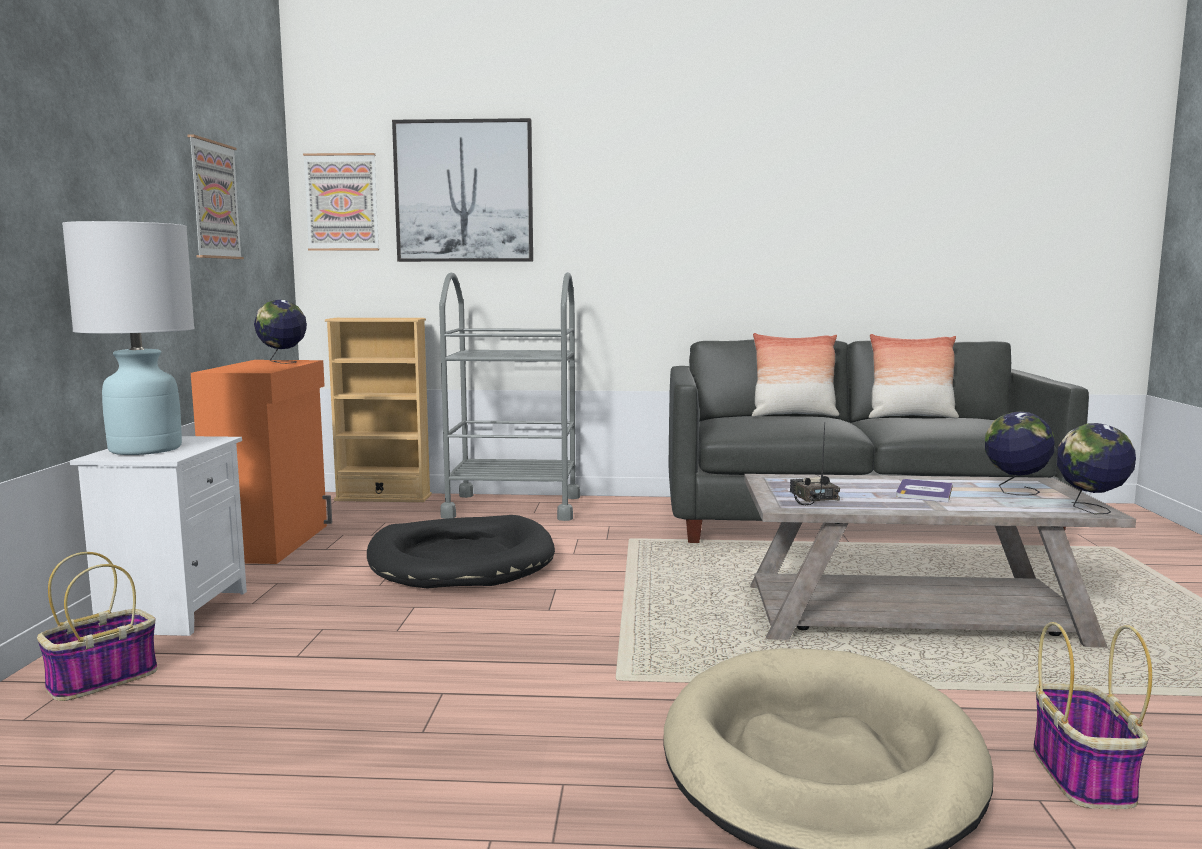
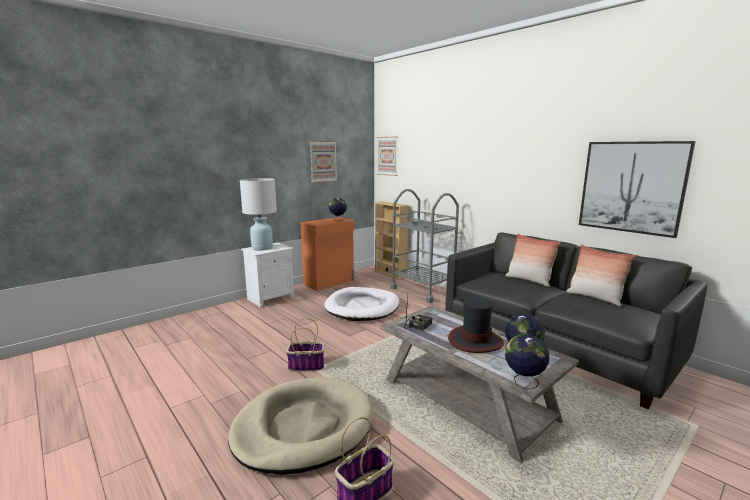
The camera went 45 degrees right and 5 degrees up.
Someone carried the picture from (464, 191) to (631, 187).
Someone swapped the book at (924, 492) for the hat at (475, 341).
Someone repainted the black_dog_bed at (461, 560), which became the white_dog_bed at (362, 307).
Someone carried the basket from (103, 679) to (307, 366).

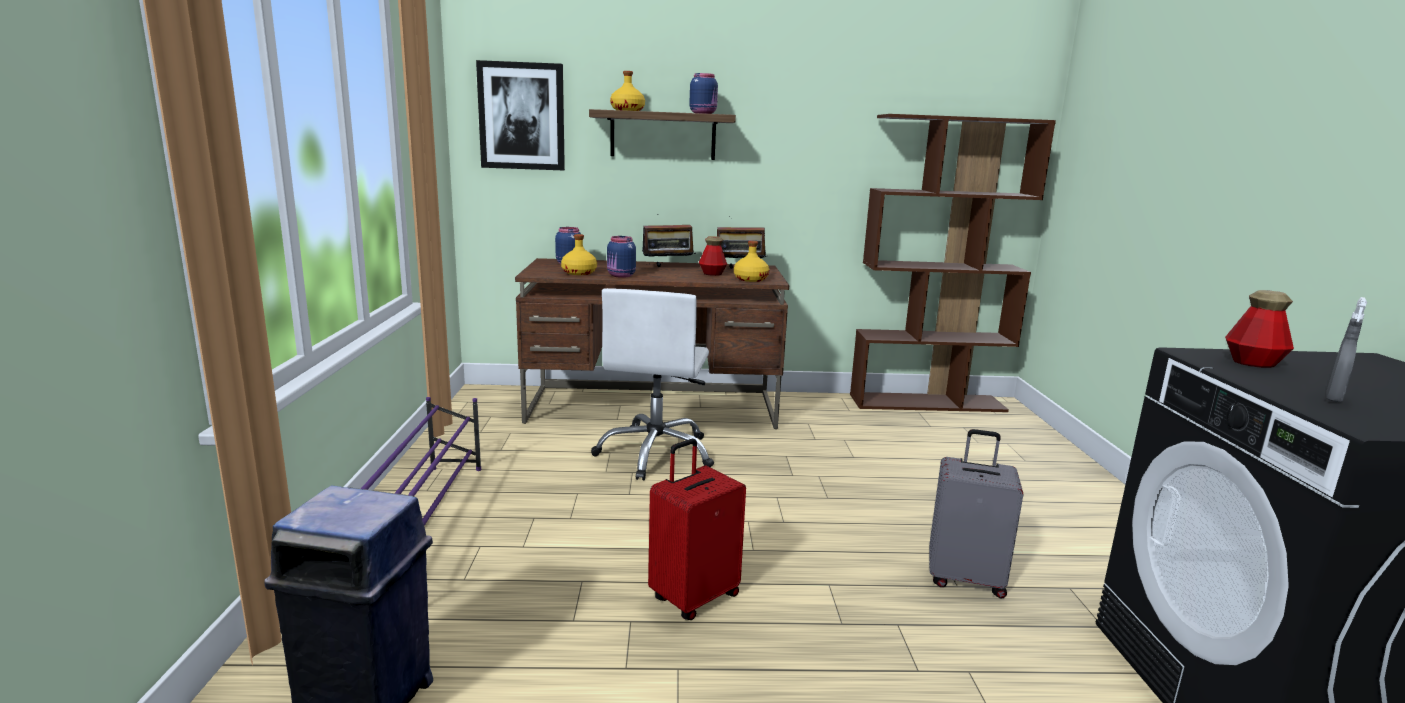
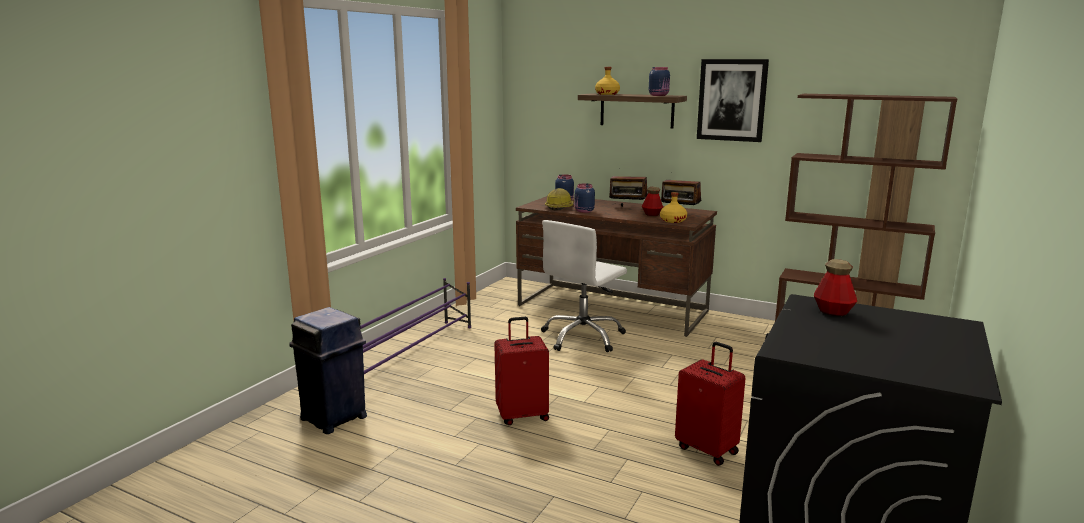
The camera went 30 degrees right and 0 degrees up.
Someone carried the picture from (522, 116) to (732, 100).
Someone swapped the yellow_bottle at (579, 273) for the hard_hat at (559, 207).
Someone took away the grey_spray_bottle at (1333, 398).
Someone repainted the grey_suitcase at (965, 578), which became the red_suitcase at (707, 449).

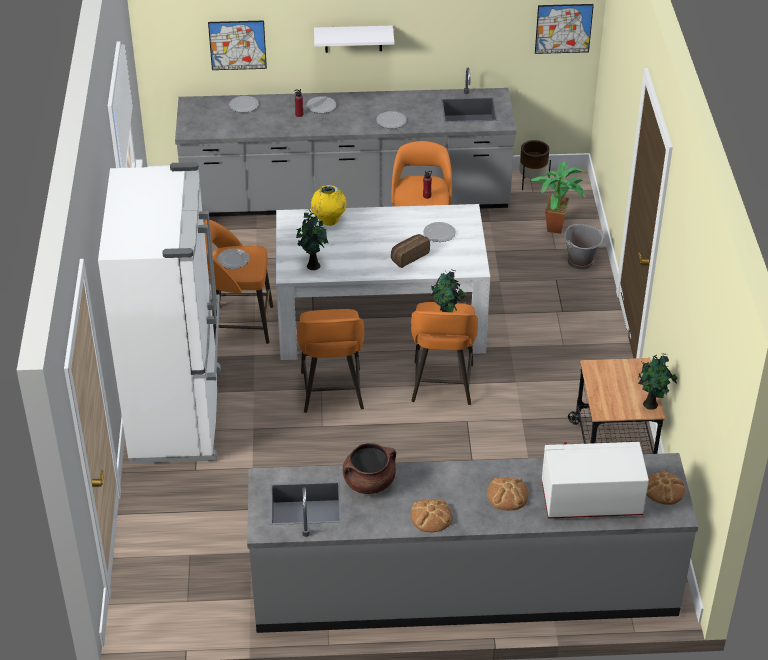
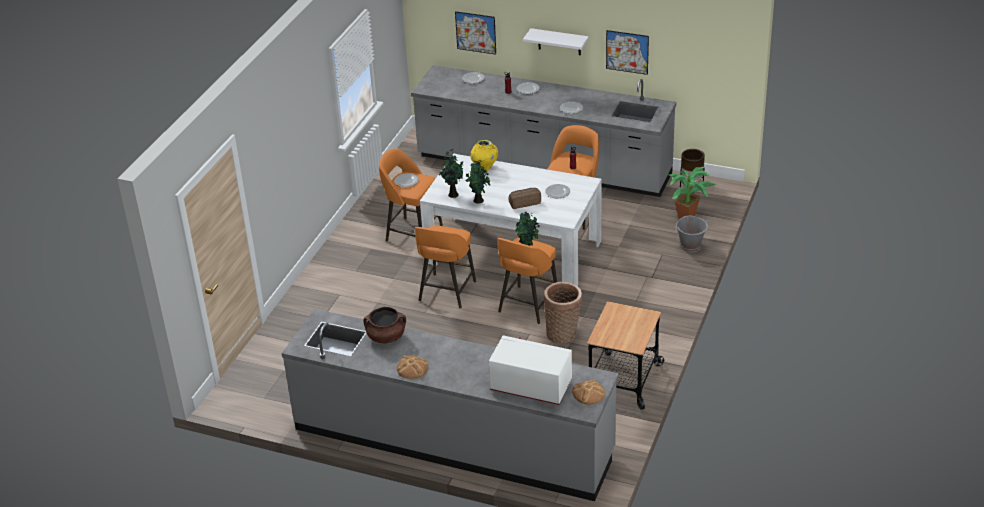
The camera went 25 degrees right and 5 degrees down.
Someone carried the picture from (563, 28) to (627, 52).
Someone took away the white_fridge at (179, 414).
Someone carried the potted_plant from (652, 404) to (479, 201).
Someone took away the bread at (507, 495).
Someone put down the basket at (563, 334).

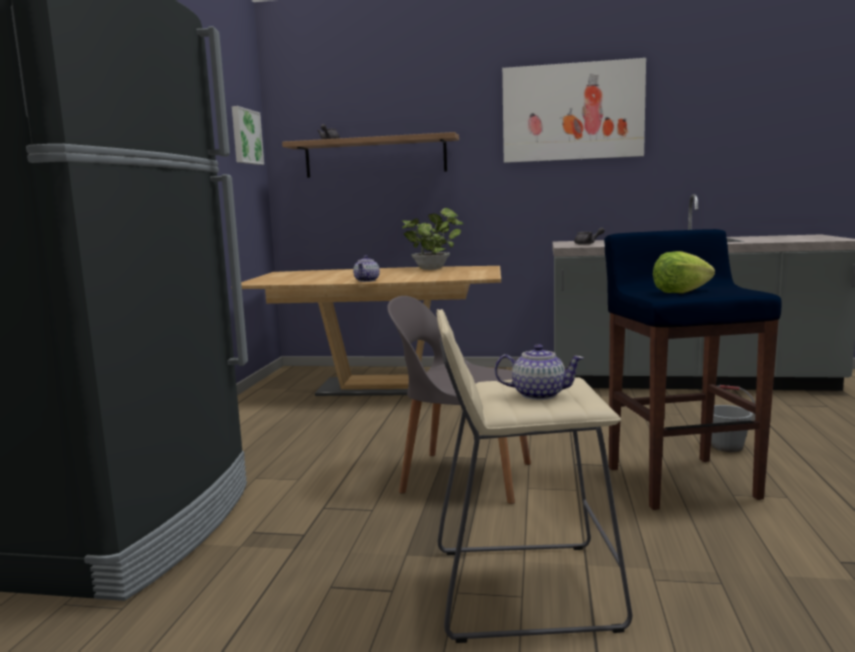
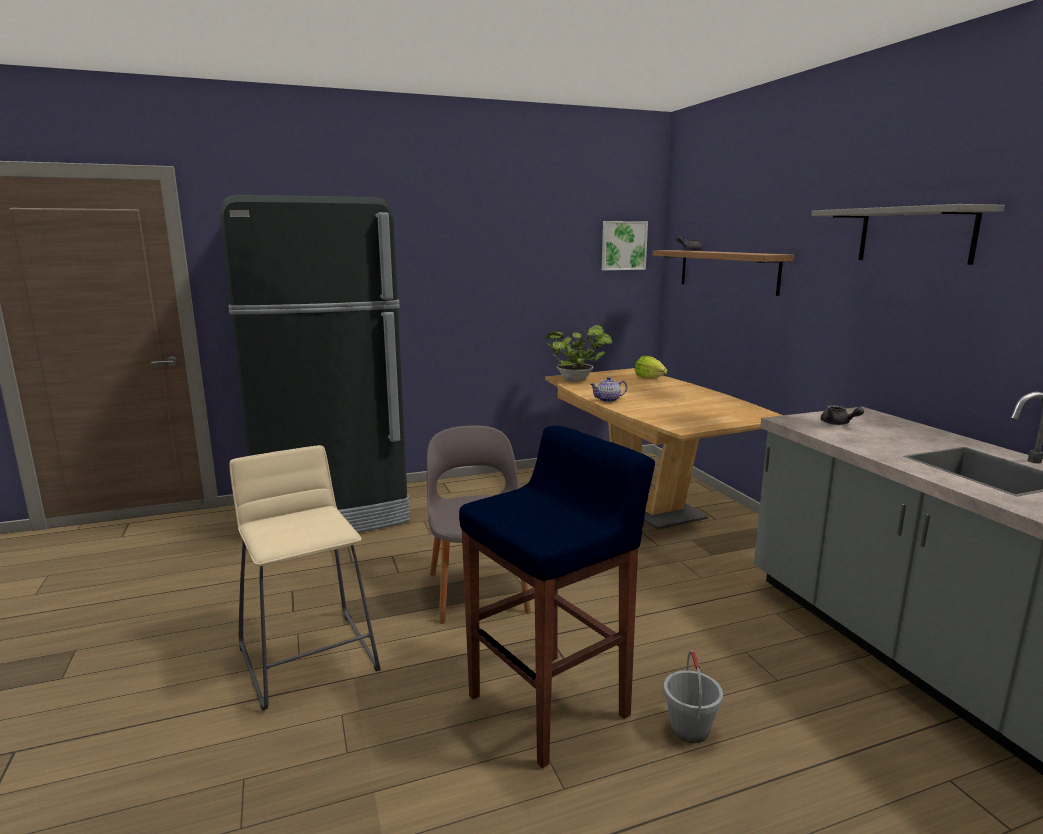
The camera went 60 degrees right and 5 degrees up.
Someone swapped the picture at (572, 112) for the grey_shelf at (915, 235).
Someone carried the potted_plant from (433, 268) to (577, 380).
Someone carried the lettuce from (680, 292) to (649, 378).
Someone took away the teapot at (538, 394).

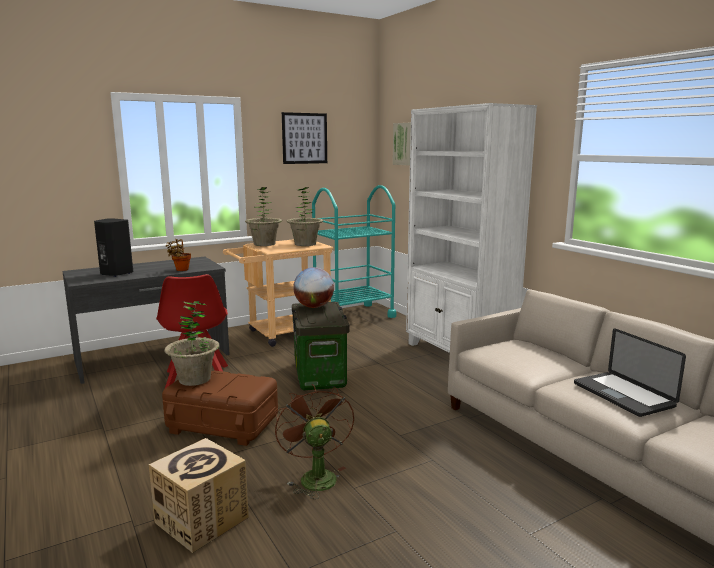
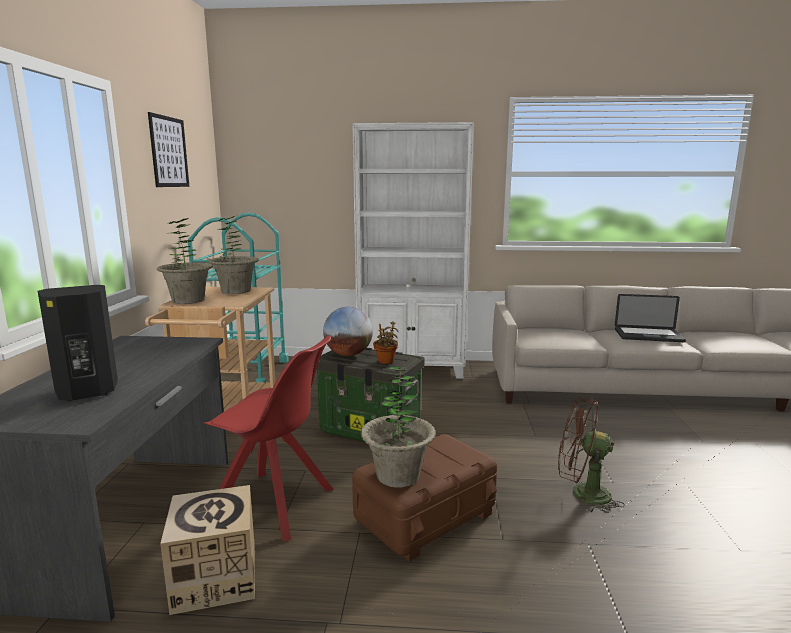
The camera went 55 degrees left and 0 degrees up.
Someone took away the picture at (404, 144).
Someone carried the potted_plant from (181, 270) to (386, 362).
Someone carried the cardboard_box from (201, 520) to (215, 578).

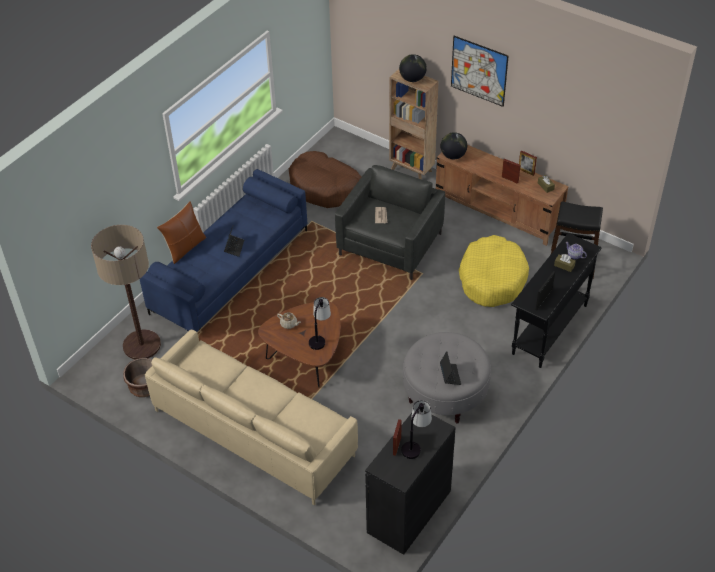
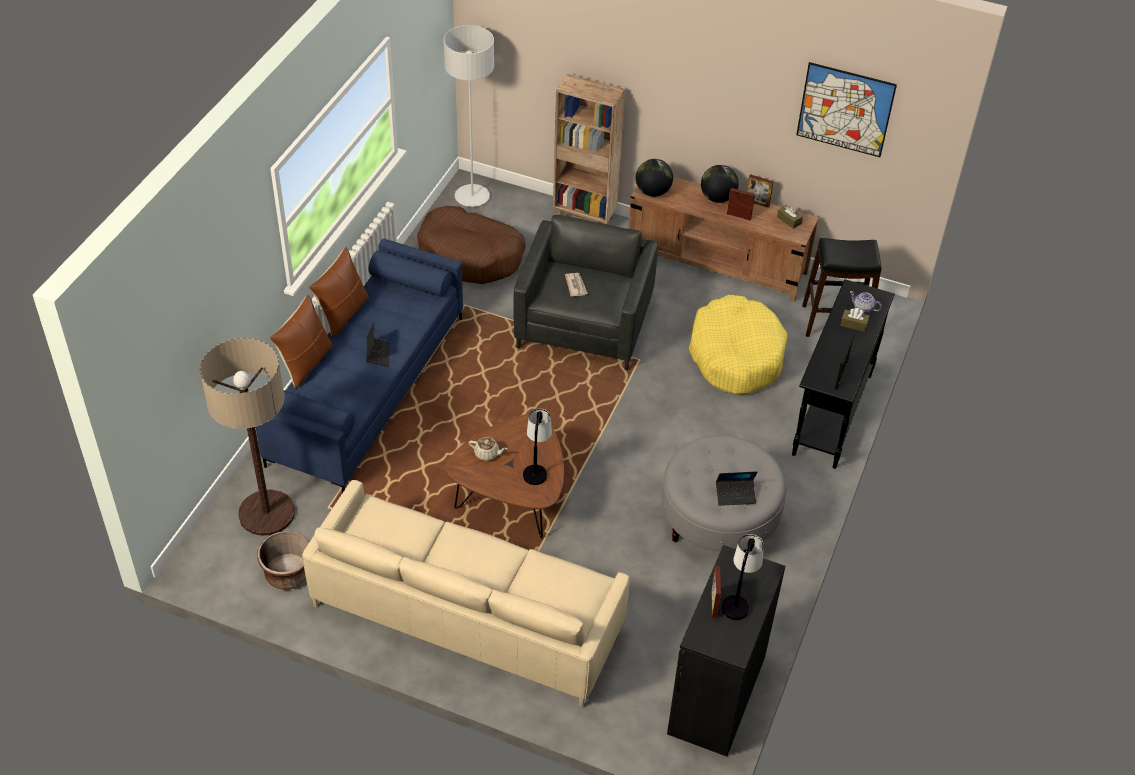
The camera went 15 degrees left and 0 degrees up.
Someone carried the picture from (479, 71) to (845, 109).
Someone carried the globe from (412, 79) to (717, 198).
Someone rotated the laptop at (450, 375) by 105 degrees clockwise.
Someone put down the grey_floor_lamp at (472, 197).
Someone put down the brown_pillow at (342, 314).

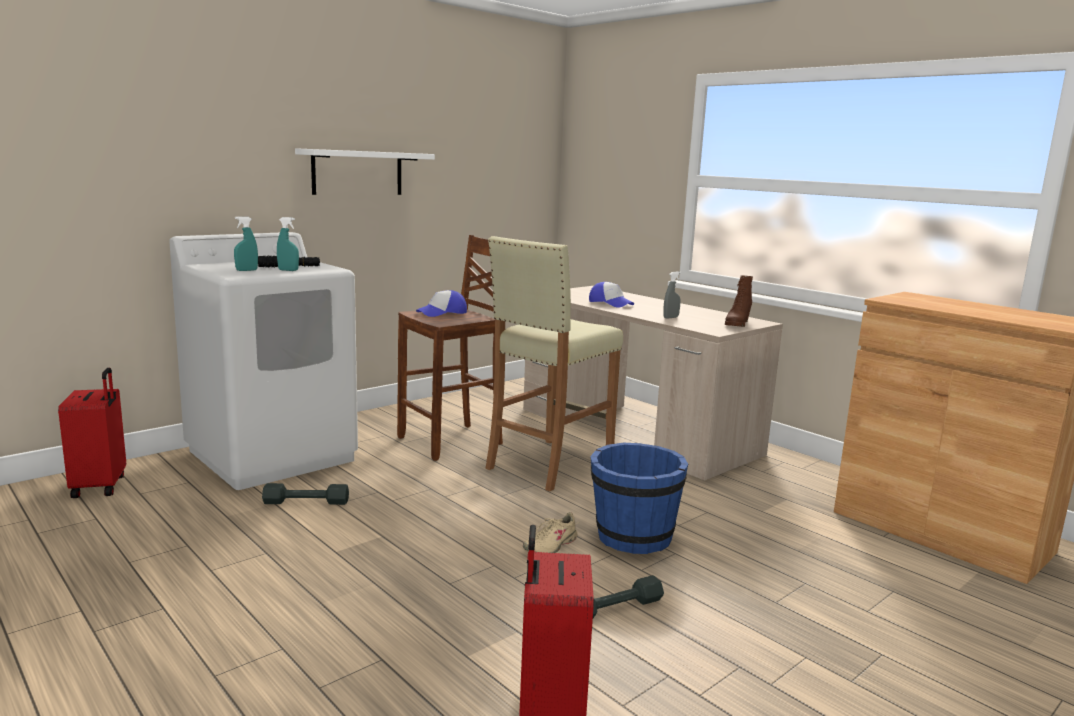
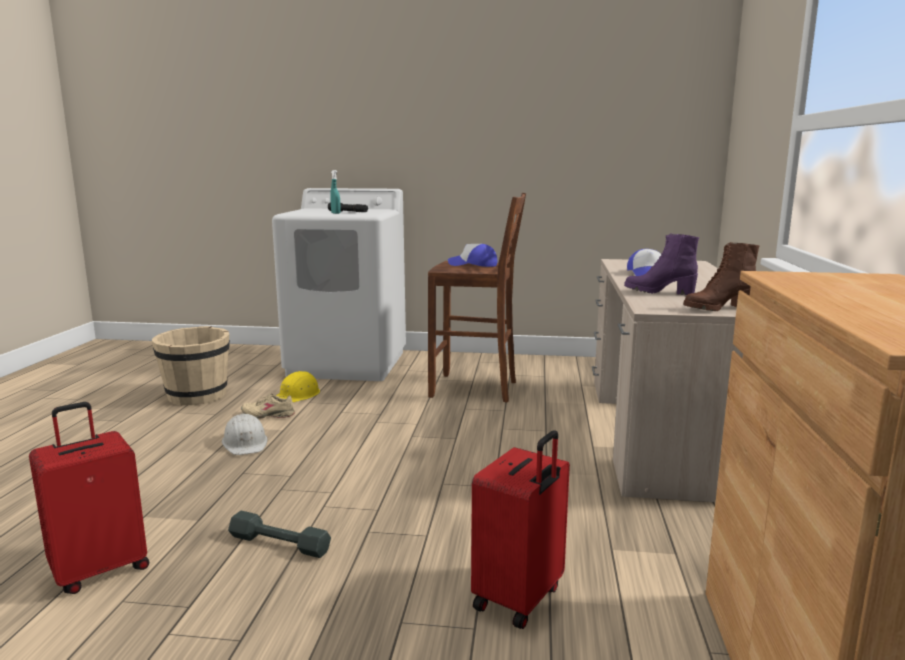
The camera went 50 degrees right and 0 degrees up.
Someone took away the white_shelf at (357, 172).
Someone took away the turquoise_spray_bottle at (246, 270).
Someone took away the beige_stool at (548, 465).
Someone swapped the grey_spray_bottle at (670, 317) for the purple_boot at (659, 292).
Someone carried the red_suitcase from (101, 486) to (520, 598).
Someone took away the blue_bucket at (632, 537).
Someone swapped the grey_dumbbell at (306, 502) for the yellow_hard_hat at (298, 395).
Someone carried the beige_shoe from (550, 545) to (268, 415).
Someone put down the beige_bucket at (197, 396).
Someone put down the white_hard_hat at (245, 443).

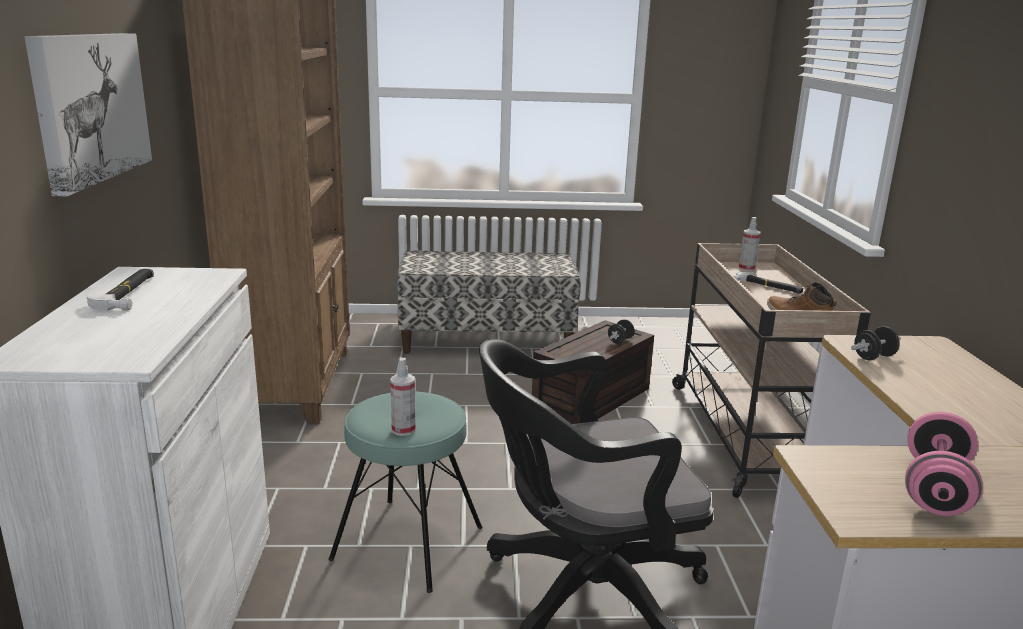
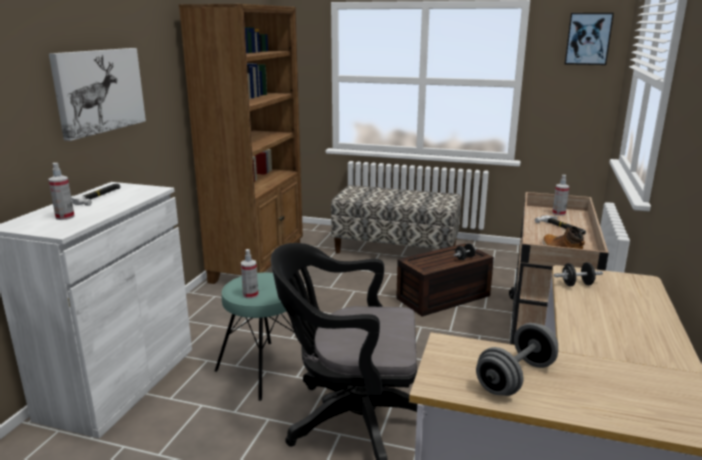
The camera went 20 degrees right and 0 degrees up.
Someone repainted the pink_dumbbell at (935, 489), which became the grey_dumbbell at (516, 378).
Someone put up the picture at (588, 39).
Someone put down the spray_bottle at (65, 217).

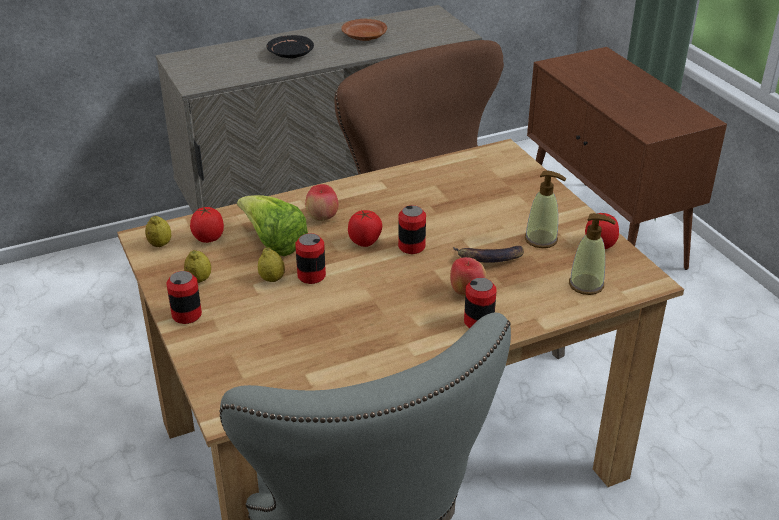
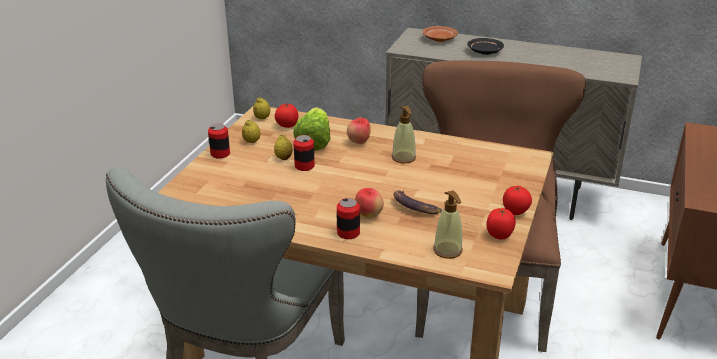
The camera went 45 degrees right and 5 degrees down.
Someone carried the brown_plate from (364, 37) to (439, 39).
Someone carried the soap_dispenser from (541, 239) to (404, 158).
Someone took away the can at (411, 246).
Someone carried the tomato from (365, 242) to (515, 212).

